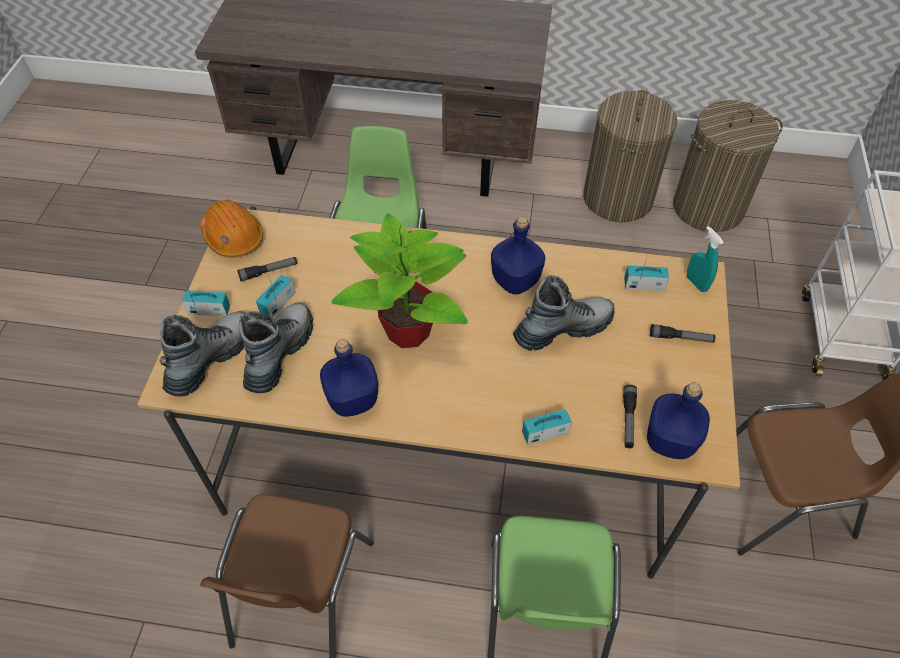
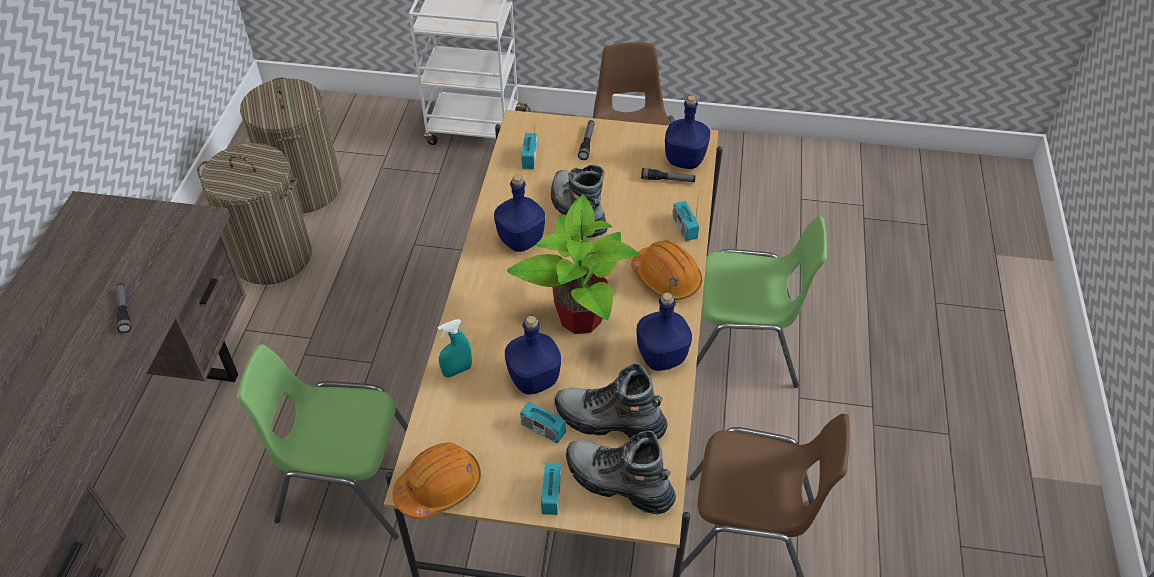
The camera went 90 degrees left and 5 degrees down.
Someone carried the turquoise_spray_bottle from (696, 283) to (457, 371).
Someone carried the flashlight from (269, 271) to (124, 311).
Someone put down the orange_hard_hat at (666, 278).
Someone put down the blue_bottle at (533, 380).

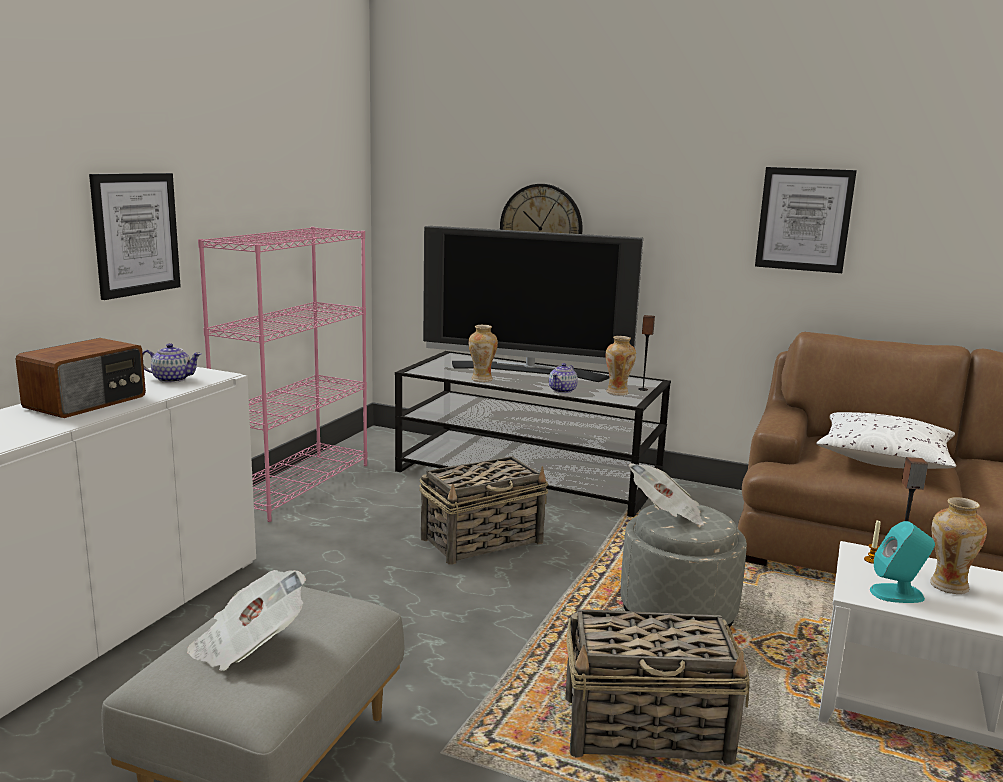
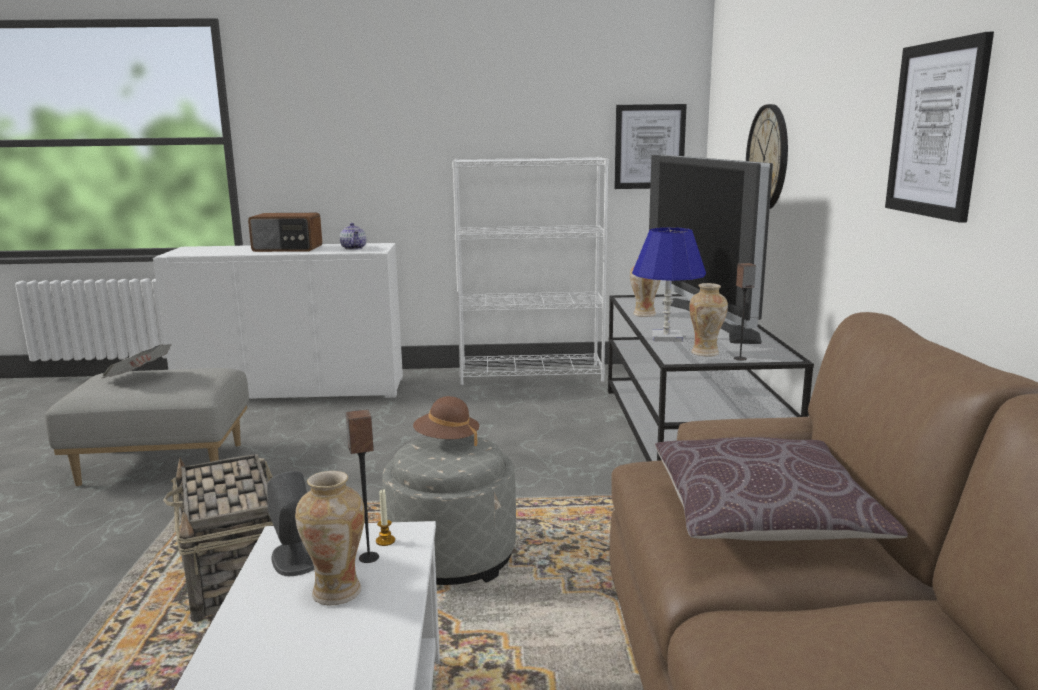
The camera went 65 degrees right and 0 degrees up.
Someone carried the picture from (136, 234) to (649, 147).
Someone repainted the pink_bookcase at (296, 485), which became the white_bookcase at (532, 374).
Someone swapped the teapot at (563, 390) for the blue_table_lamp at (666, 337).
Someone repainted the white_pillow at (884, 459), which became the brown_pillow at (762, 517).
Someone took away the basket at (483, 540).
Someone swapped the newspaper at (666, 513) for the brown_hat at (446, 441).
Someone repainted the turquoise_speaker at (897, 594), which became the grey_speaker at (295, 559).

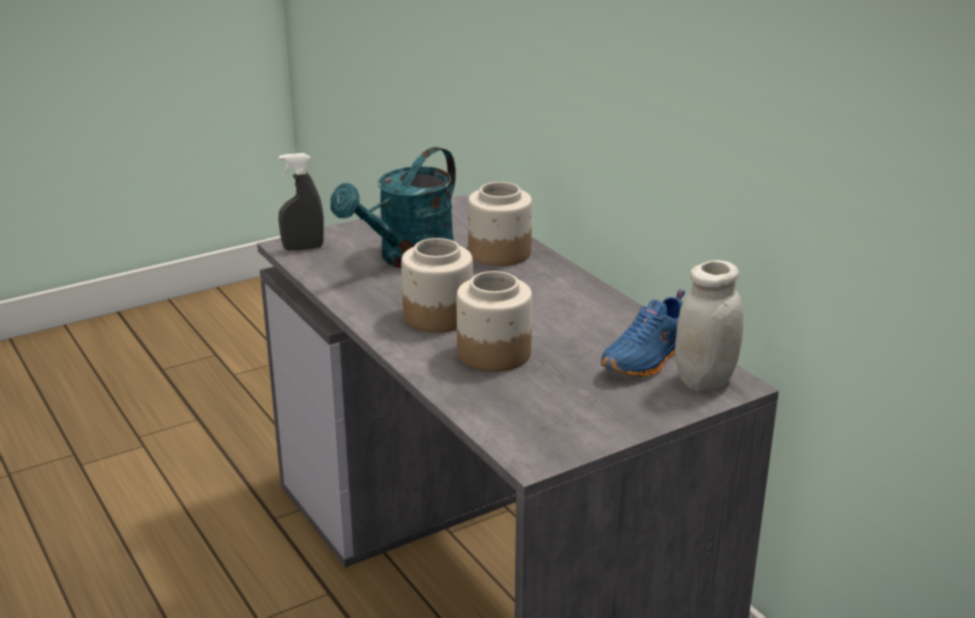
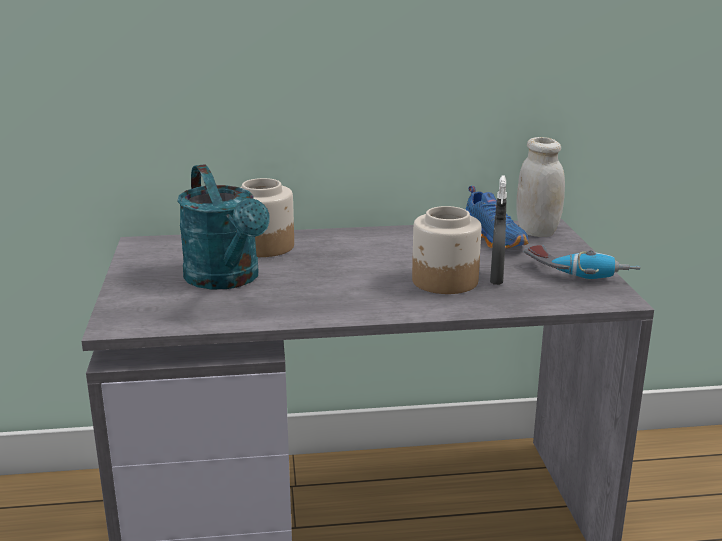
The camera went 65 degrees left and 5 degrees down.
Someone carried the grey_spray_bottle from (303, 248) to (496, 279).
Someone took away the jar at (439, 316).
Someone put down the power_drill at (579, 273).

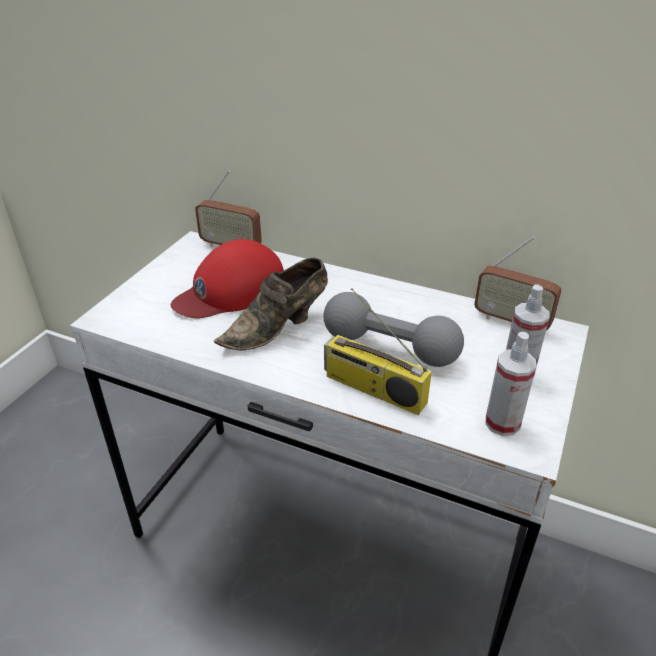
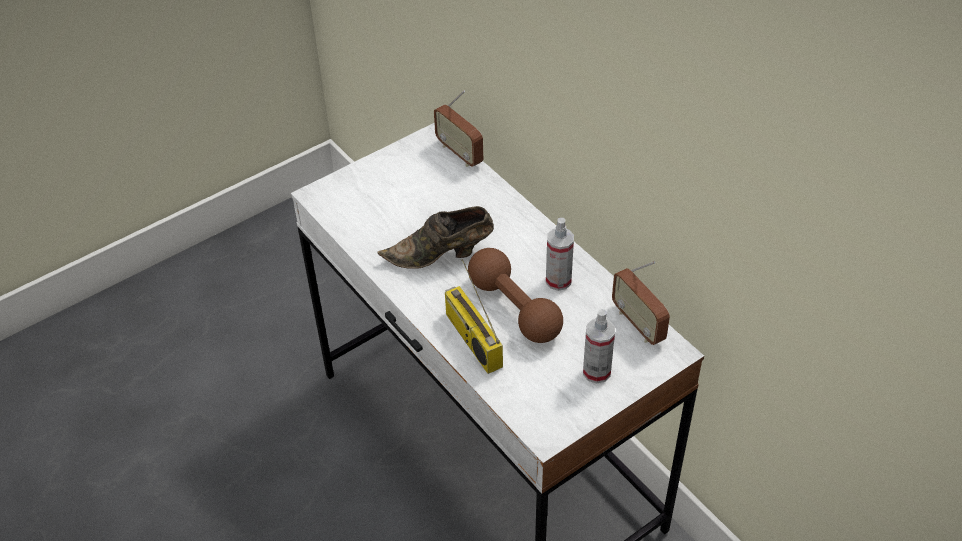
The camera went 30 degrees right and 10 degrees up.
Someone took away the red_cap at (231, 290).
Someone repainted the grey_dumbbell at (390, 347), which became the brown_dumbbell at (514, 308).
Someone carried the spray_bottle from (502, 423) to (558, 280).

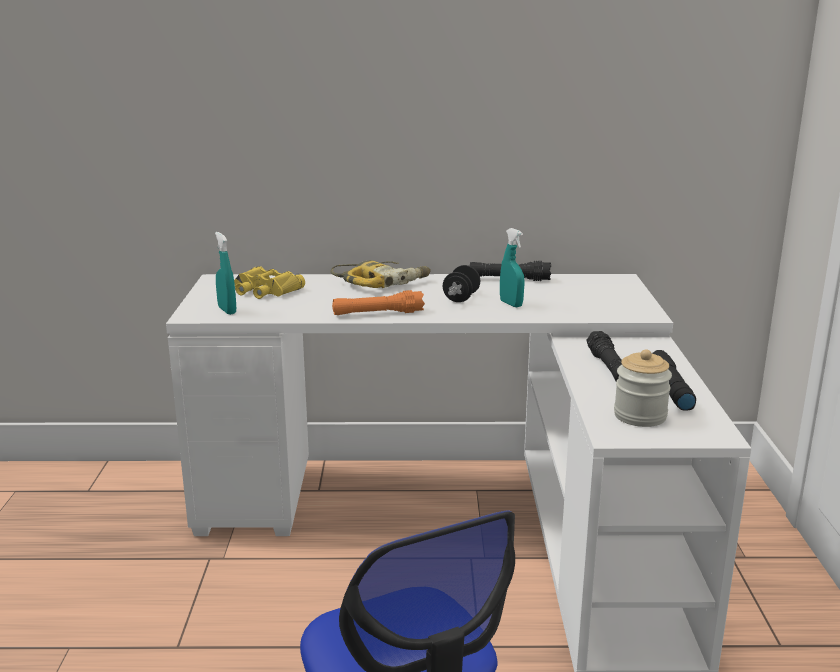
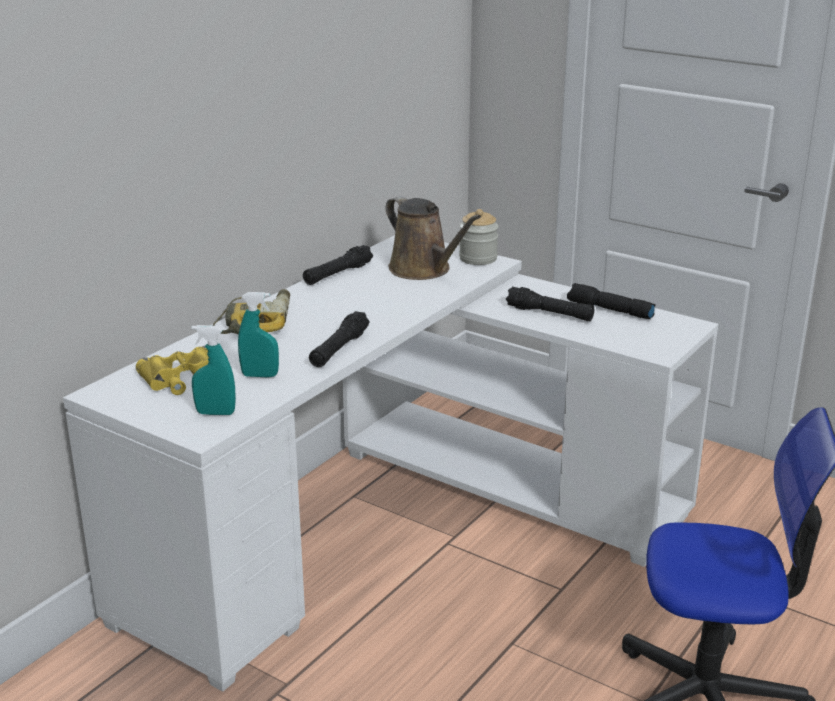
The camera went 55 degrees left and 5 degrees up.
Someone carried the turquoise_spray_bottle from (511, 304) to (260, 375).
Someone took away the black_dumbbell at (461, 298).
Someone repainted the orange_flashlight at (378, 313), which became the black_flashlight at (339, 349).
Someone carried the jar from (640, 416) to (478, 258).
Someone put down the brown_watering_can at (423, 270).

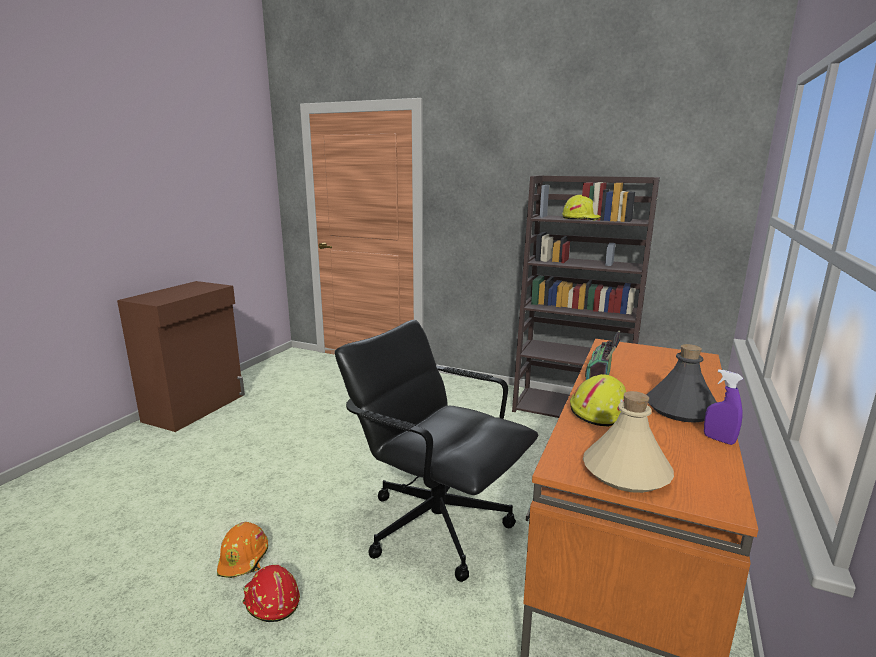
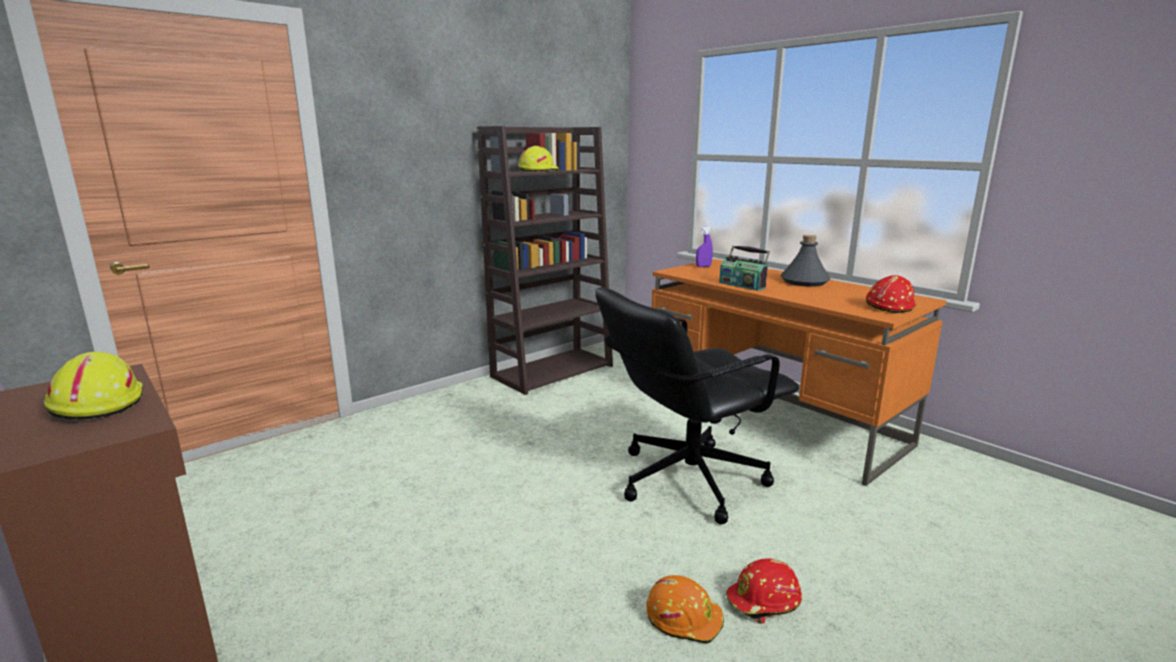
The camera went 65 degrees left and 0 degrees up.
Someone carried the purple_spray_bottle from (718, 440) to (703, 266).
Someone carried the yellow_hard_hat from (599, 411) to (97, 404).
Someone swapped the beige_bottle at (625, 472) for the red_hard_hat at (889, 306).

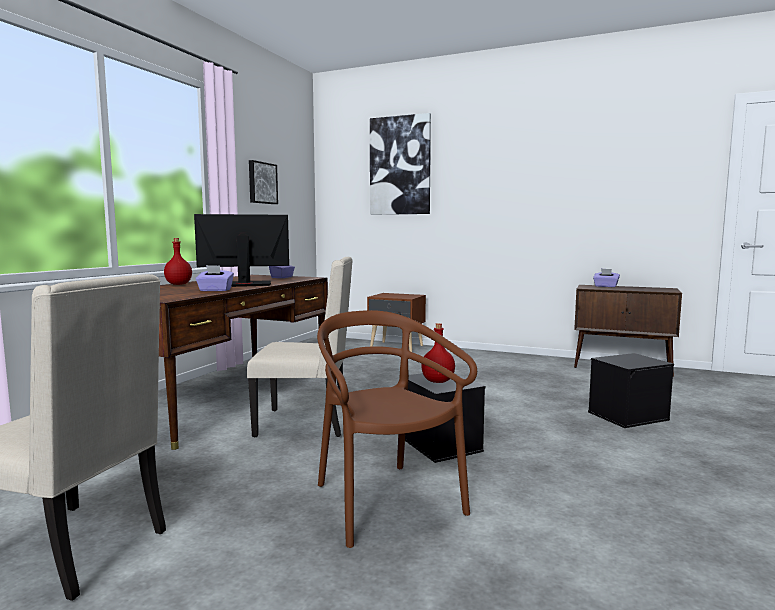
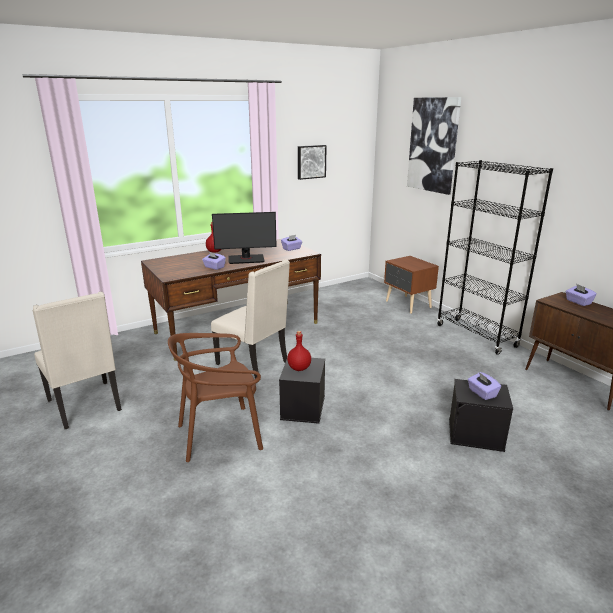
The camera went 35 degrees right and 15 degrees up.
Someone rotated the monitor at (244, 284) by 150 degrees clockwise.
Someone rotated the brown_chair at (385, 502) by 120 degrees counterclockwise.
Someone put down the black_bookcase at (476, 336).
Someone put down the purple_tissue_box at (482, 393).

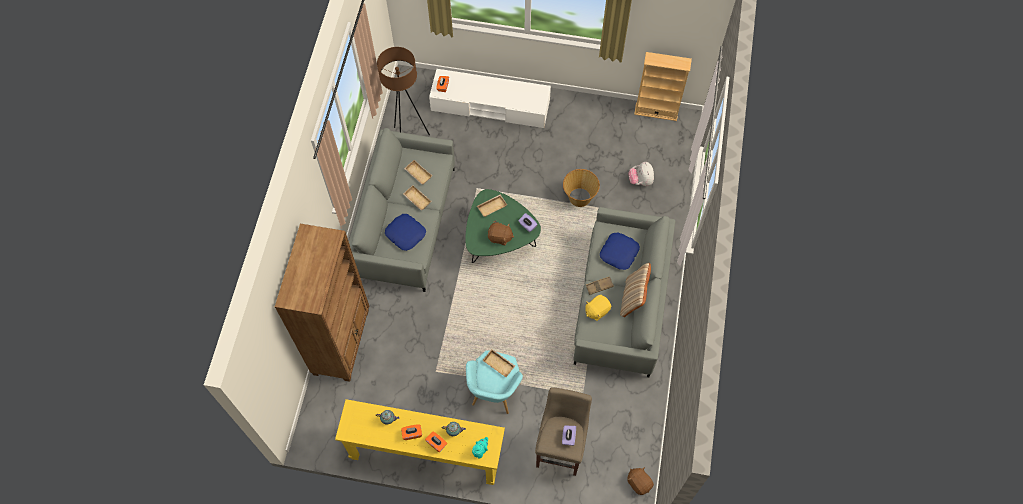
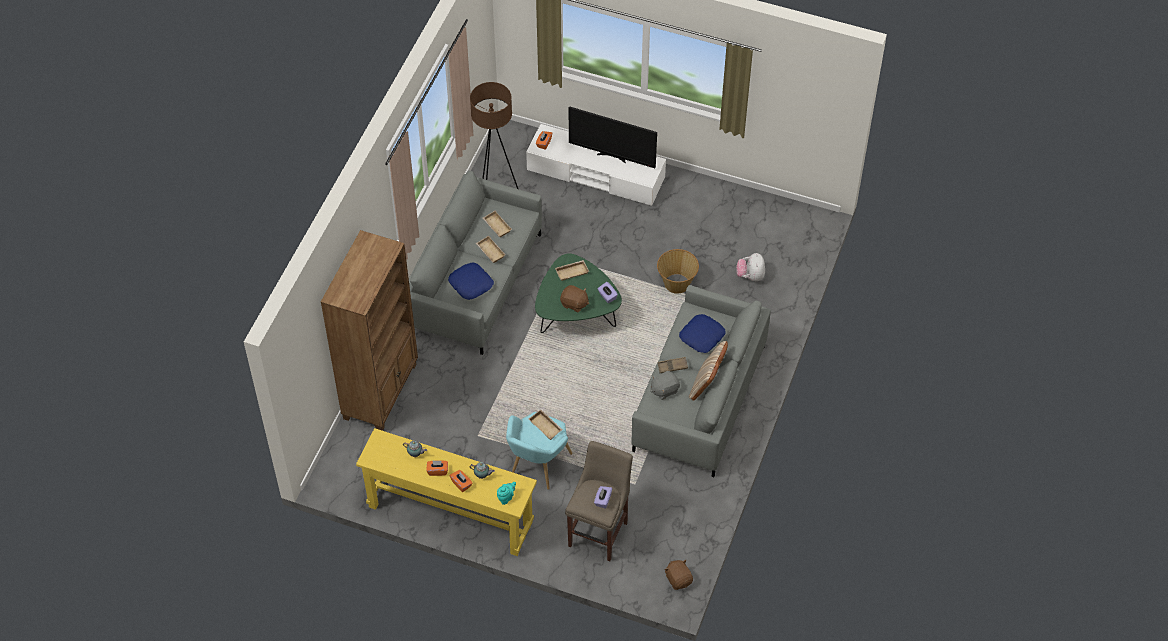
The camera went 10 degrees right and 10 degrees down.
Someone took away the beige_bookcase at (656, 111).
Someone repainted the yellow_plush_toy at (597, 310), which became the grey_plush_toy at (664, 390).
Someone put down the television at (612, 156).

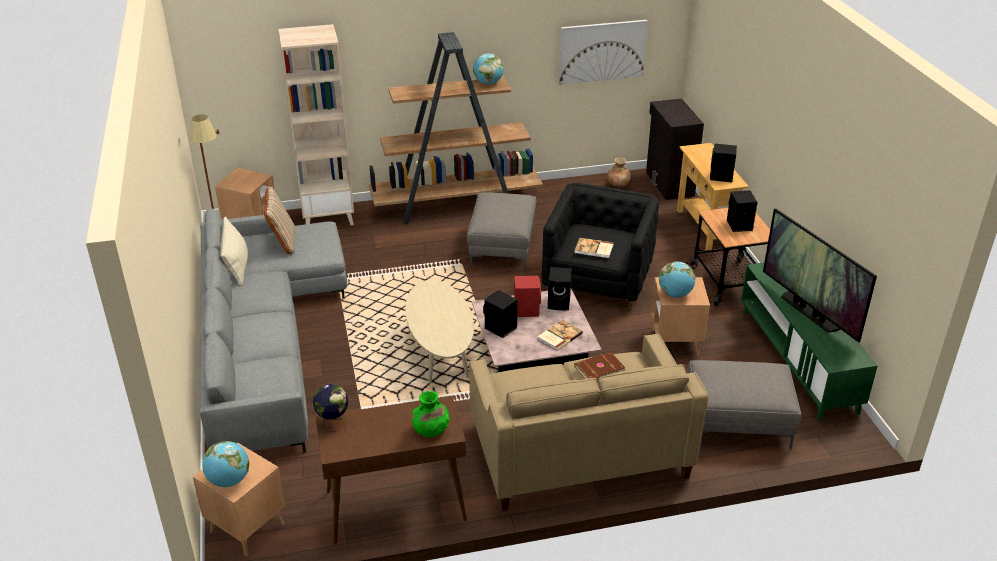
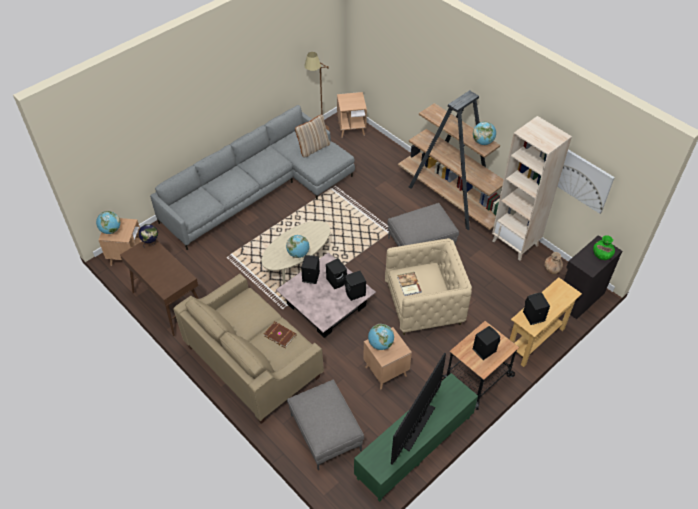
The camera went 60 degrees right and 15 degrees up.
Someone carried the beige_bookcase from (328, 217) to (515, 243).
Someone repainted the black_armchair at (598, 280), which became the beige_armchair at (424, 305).
Someone took away the beige_pillow at (236, 266).
Someone repainted the red_speaker at (526, 310), which became the black_speaker at (337, 281).
Someone took away the book at (559, 336).
Someone carried the green_vase from (431, 430) to (601, 255).
Someone put down the globe at (298, 254).

